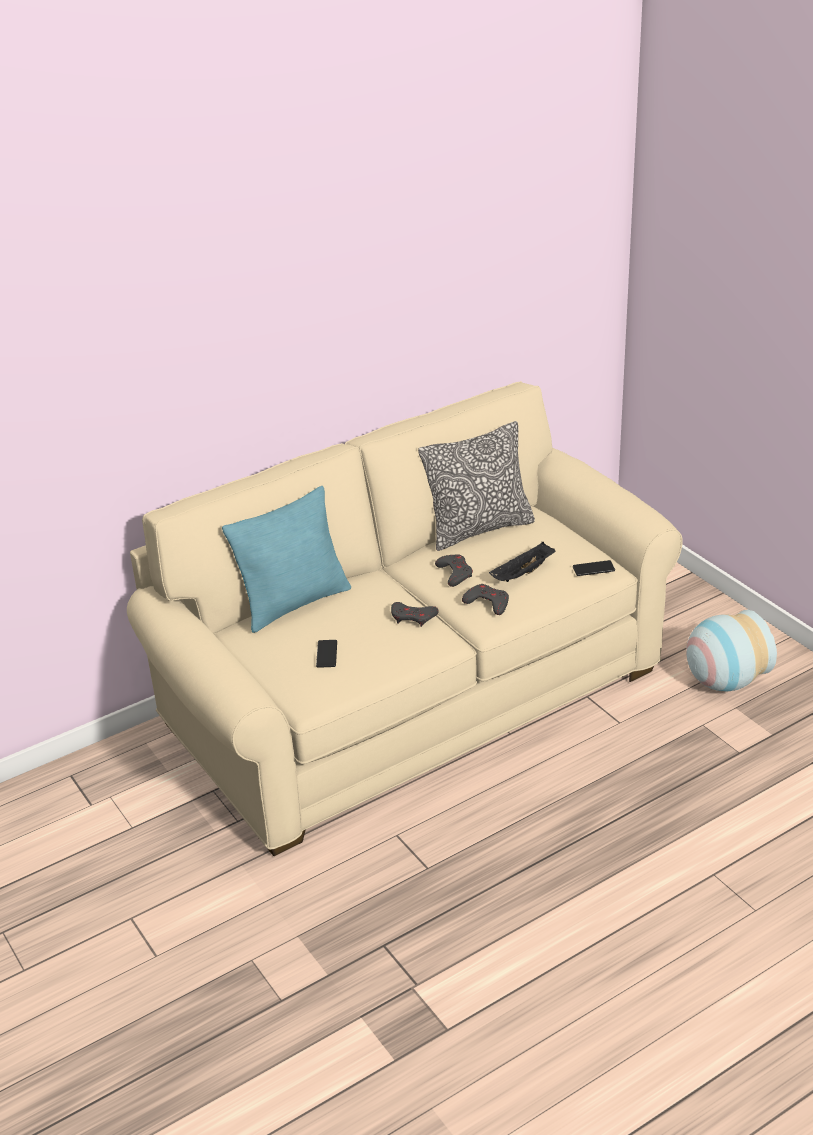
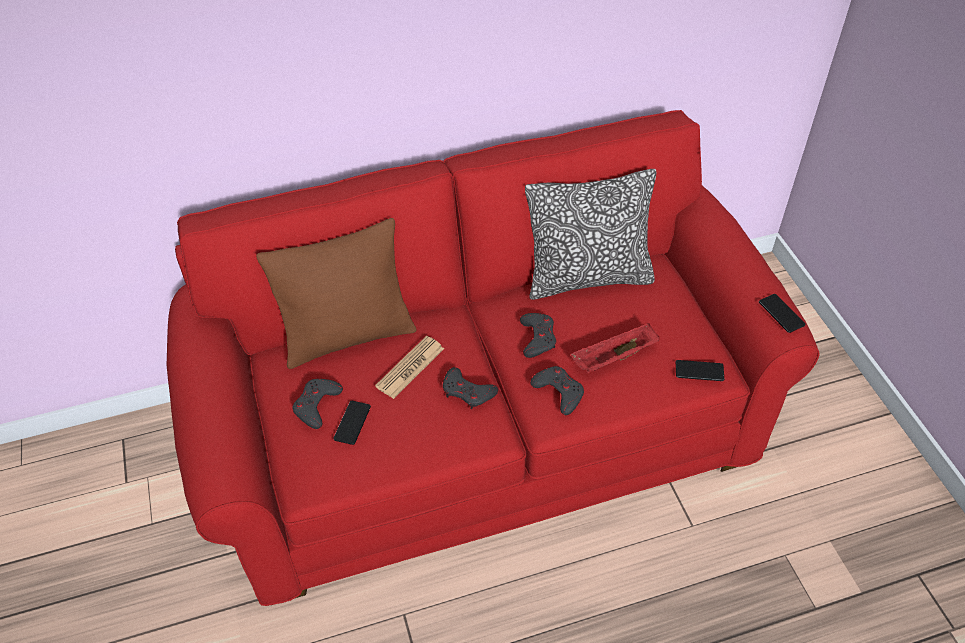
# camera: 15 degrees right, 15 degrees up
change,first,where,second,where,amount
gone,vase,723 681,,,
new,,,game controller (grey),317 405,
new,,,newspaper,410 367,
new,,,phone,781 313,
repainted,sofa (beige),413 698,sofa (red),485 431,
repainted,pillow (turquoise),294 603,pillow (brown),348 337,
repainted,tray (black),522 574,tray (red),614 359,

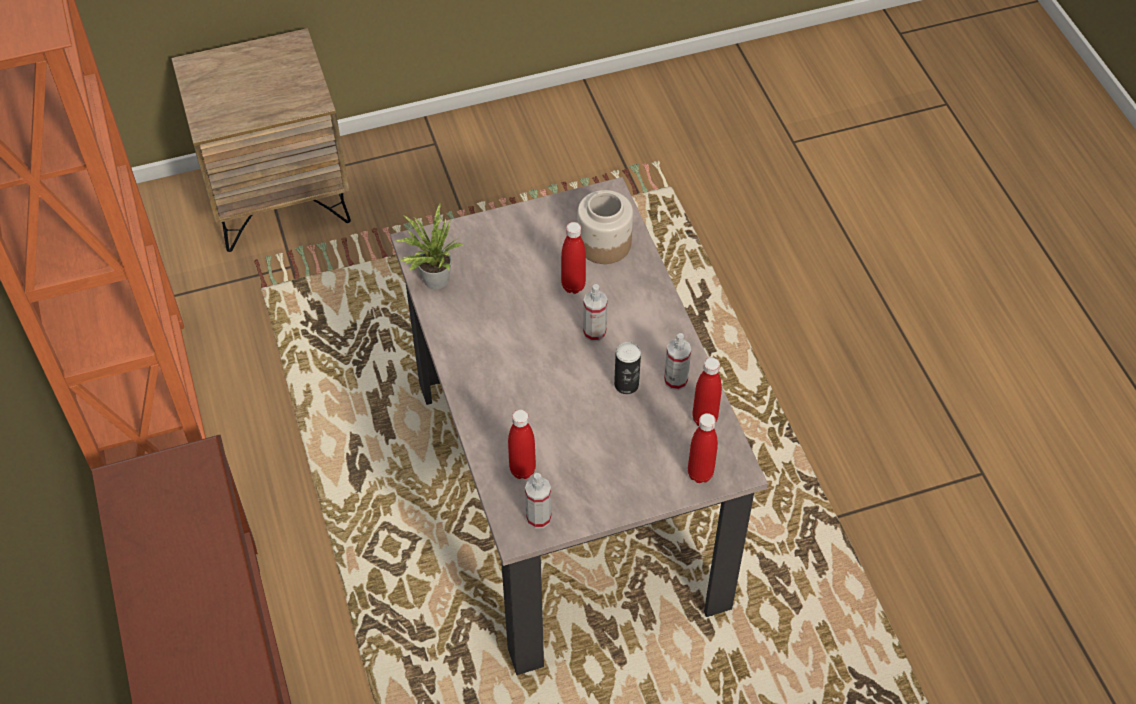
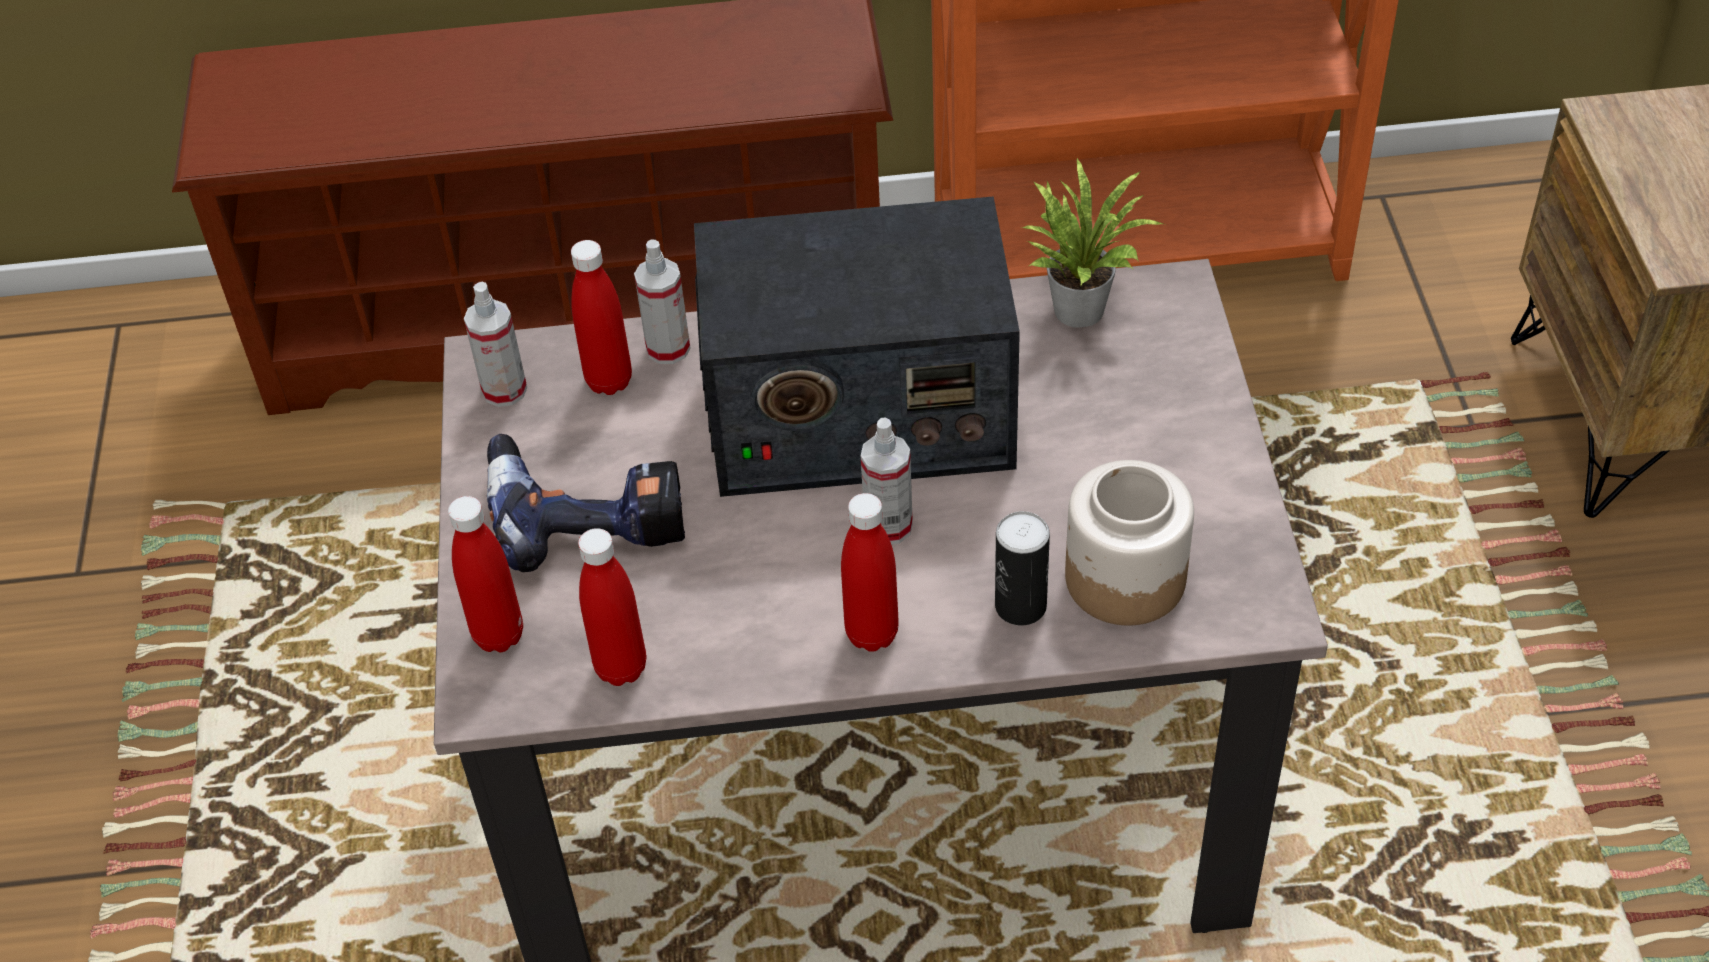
# camera: 105 degrees right, 5 degrees down
change,first,where,second,where,amount
new,,,power drill,587 511,
new,,,radio,857 414,
shifted,bottle (red),573 286,,872 634,
shifted,can,626 384,,1020 606,
shifted,spray bottle,675 380,,668 348,

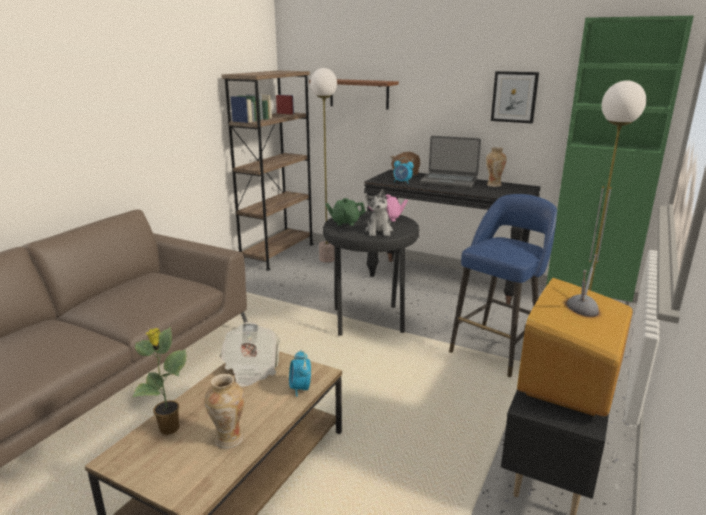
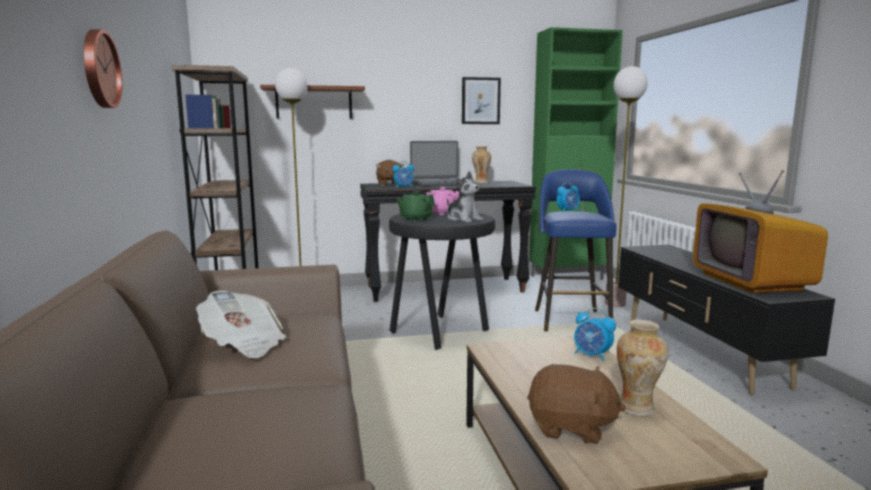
# camera: 40 degrees left, 10 degrees down
change,first,where,second,where,amount
new,,,wall clock,99 69,
new,,,alarm clock,568 211,
shifted,newspaper,251 368,,243 344,
swapped,potted plant,169 429,plush toy (brown),571 428,

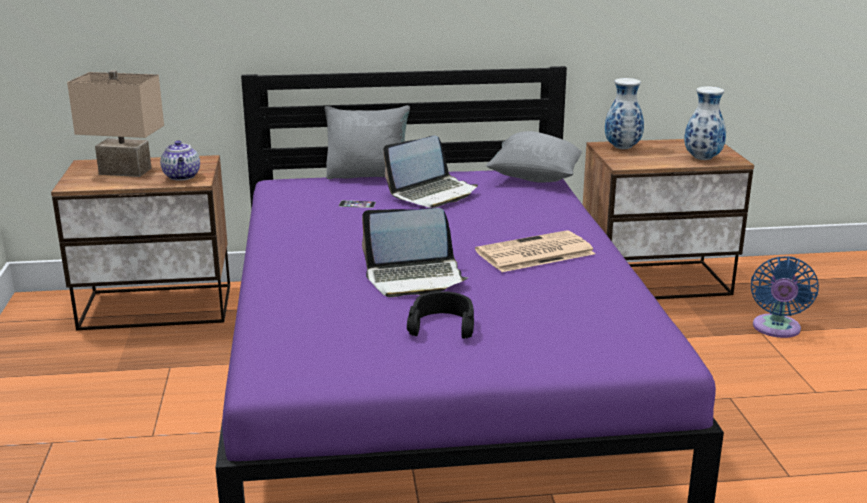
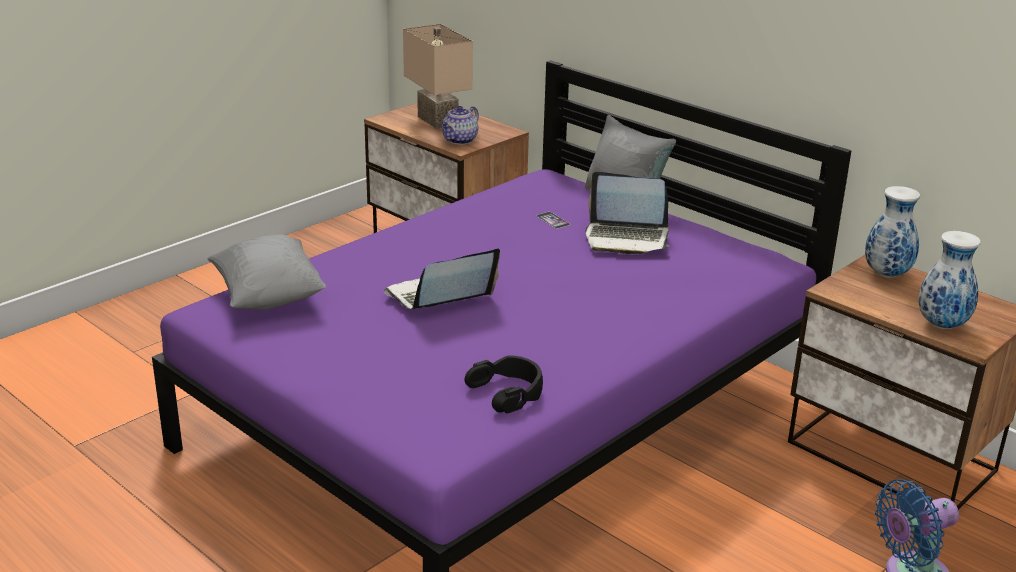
# camera: 50 degrees right, 5 degrees up
change,first,where,second,where,amount
gone,newspaper,534 253,,,
shifted,headphones (black),442 325,,508 392,
shifted,pillow (grey),534 178,,268 296,
rotated,laptop,415 278,,439 298,105 degrees clockwise

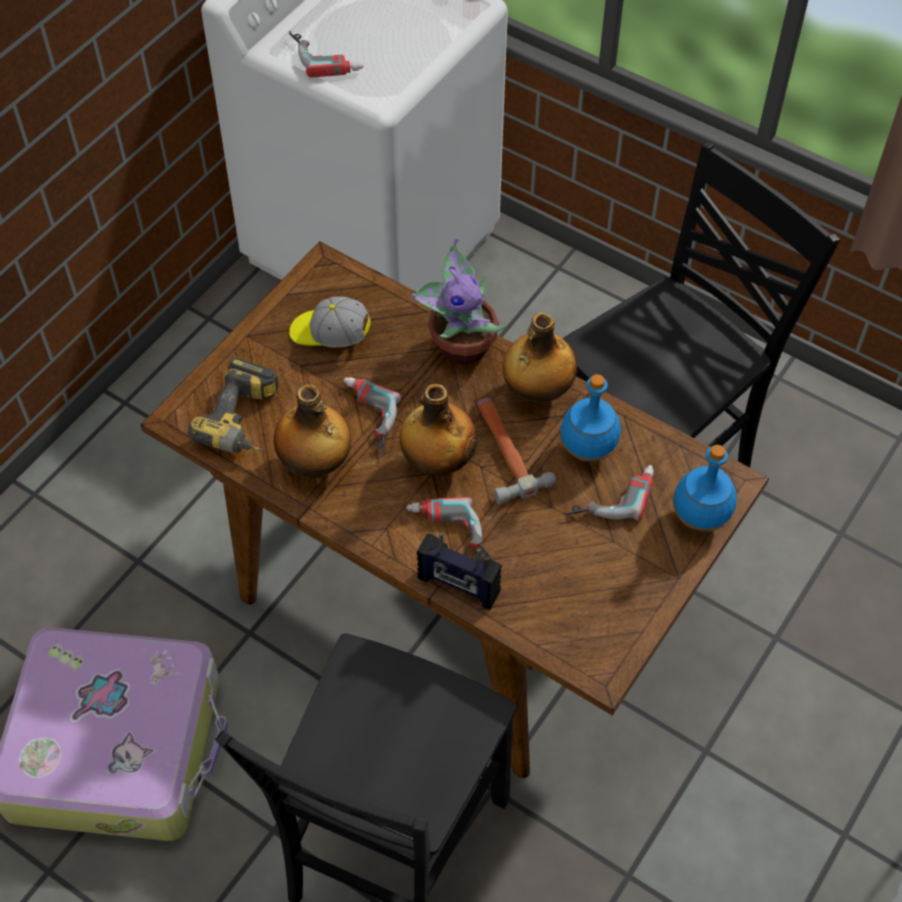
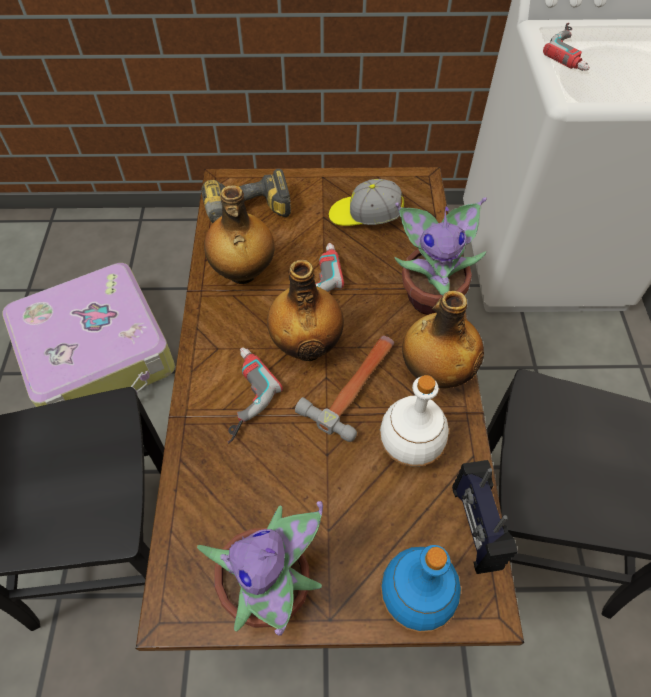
# camera: 55 degrees right, 0 degrees up
change,first,where,second,where,amount
gone,power drill,609 494,,,
new,,,potted plant,270 590,
shifted,radio,458 586,,474 527,
repainted,bottle (blue),587 451,bottle (white),408 448,
rotated,cap,330 334,,365 216,60 degrees counterclockwise

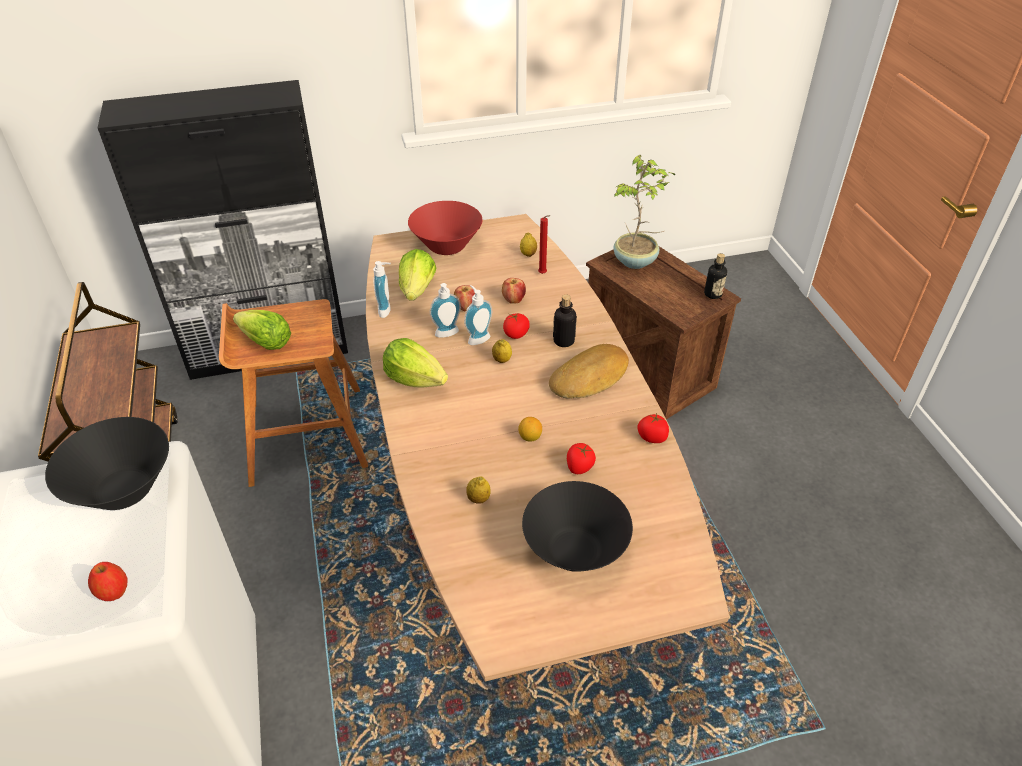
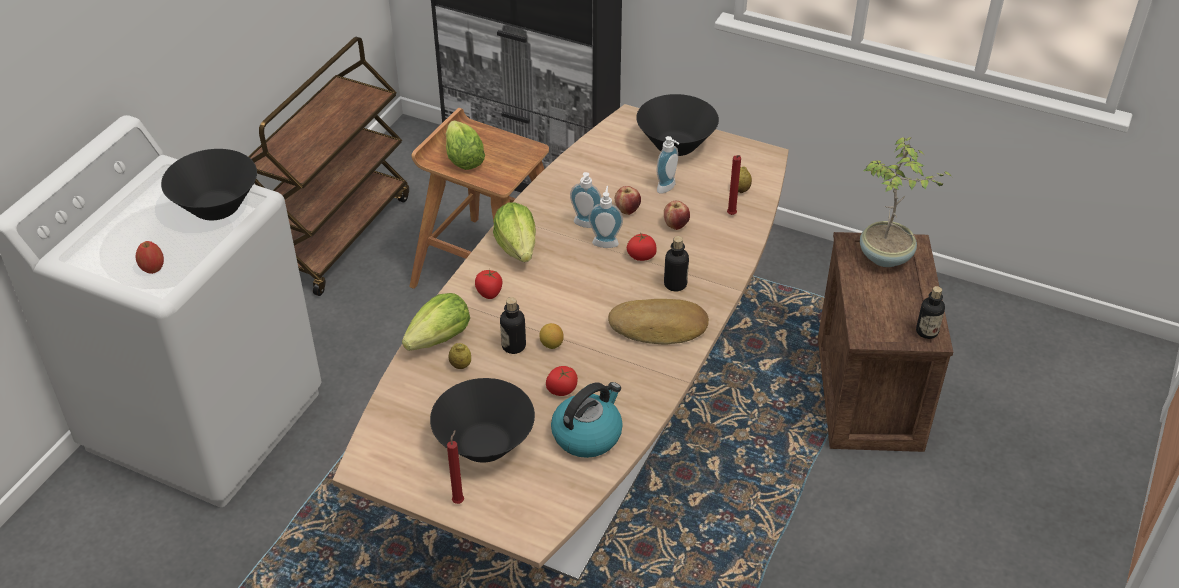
# camera: 40 degrees right, 0 degrees up
change,first,where,second,where,amount
gone,lemon,502 360,,,
new,,,candle (red),459 500,
new,,,bottle,513 346,
new,,,kettle,587 434,
shifted,soap dispenser,387 310,,668 188,
shifted,lettuce,417 290,,440 339,
shifted,tomato,652 437,,489 293,
repainted,bowl (red),446 246,bowl (black),675 145,

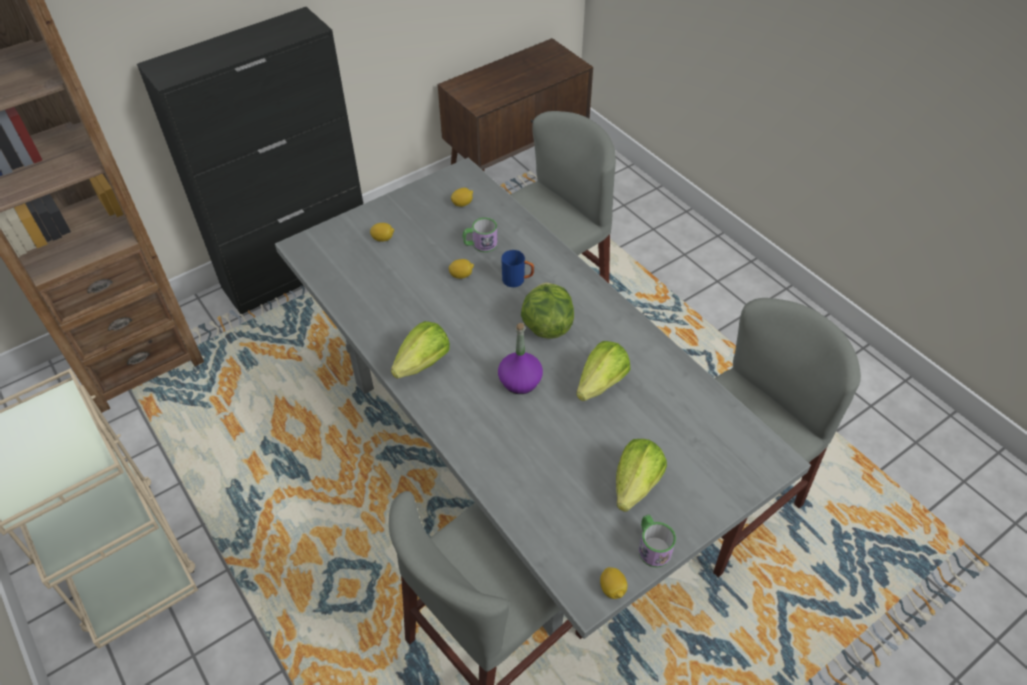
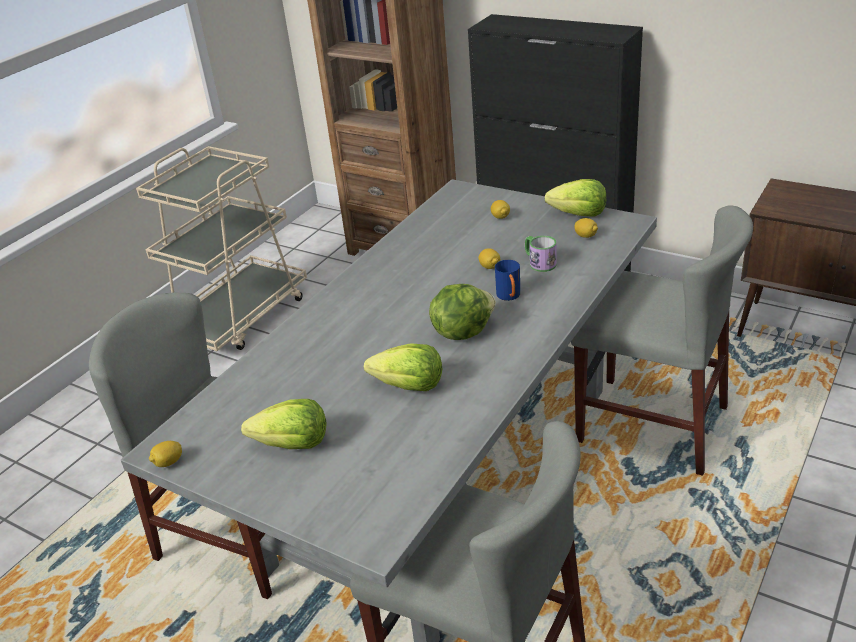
# camera: 70 degrees right, 15 degrees down
change,first,where,second,where,amount
gone,bottle (purple),520 381,,,
gone,mug,652 546,,,
shifted,lettuce,423 363,,578 214,

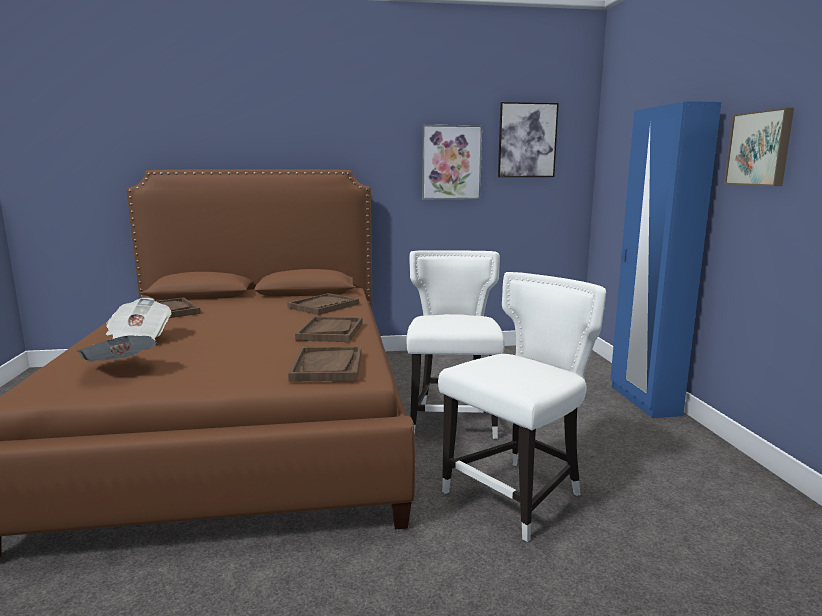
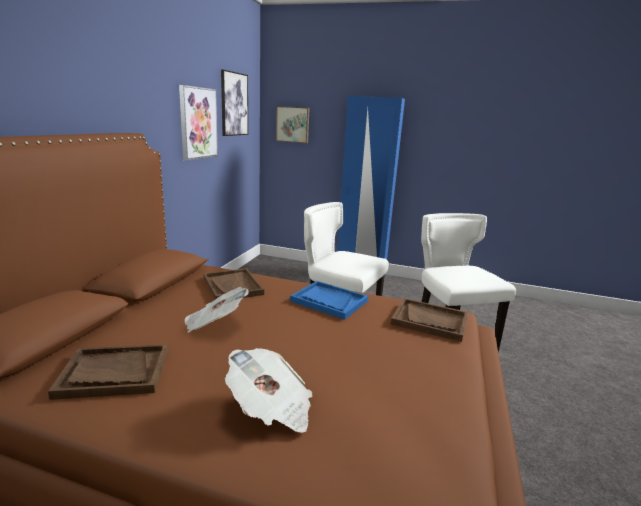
# camera: 65 degrees left, 5 degrees up
change,first,where,second,where,amount
shifted,newspaper,121 368,,214 324,
shifted,picture,760 148,,293 124,
repainted,tray (brown),330 331,tray (blue),329 301,

